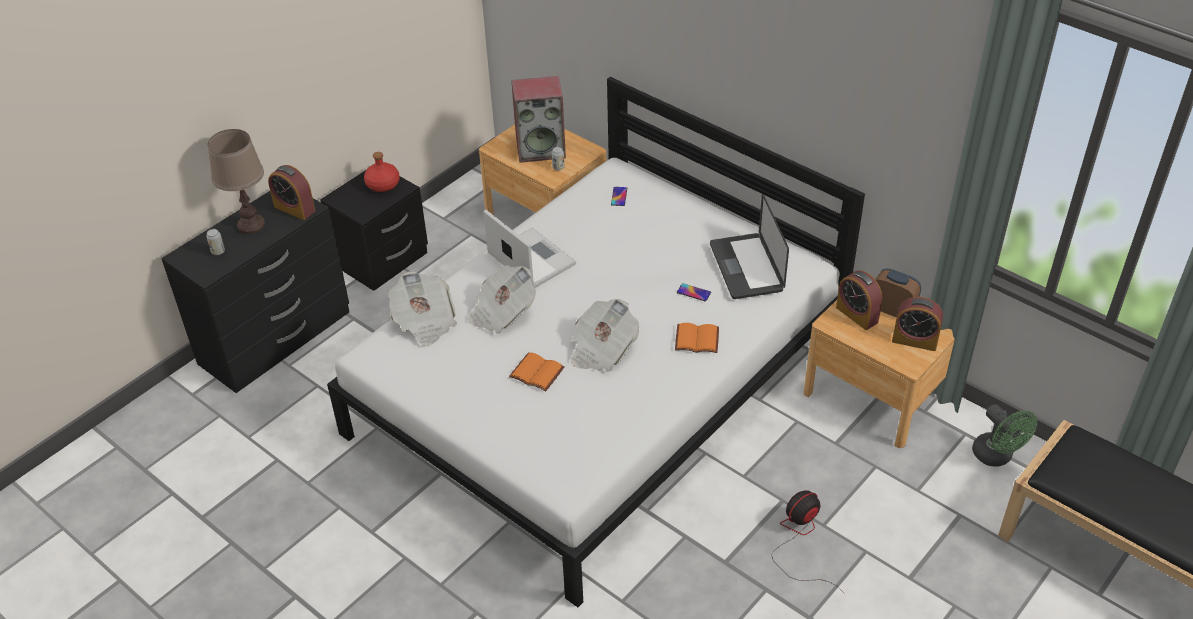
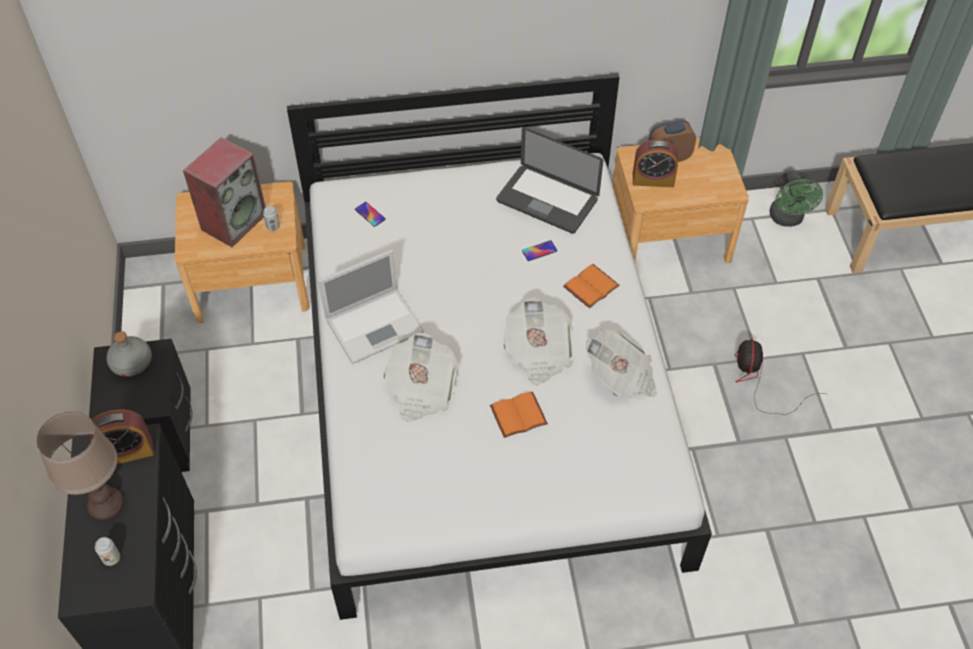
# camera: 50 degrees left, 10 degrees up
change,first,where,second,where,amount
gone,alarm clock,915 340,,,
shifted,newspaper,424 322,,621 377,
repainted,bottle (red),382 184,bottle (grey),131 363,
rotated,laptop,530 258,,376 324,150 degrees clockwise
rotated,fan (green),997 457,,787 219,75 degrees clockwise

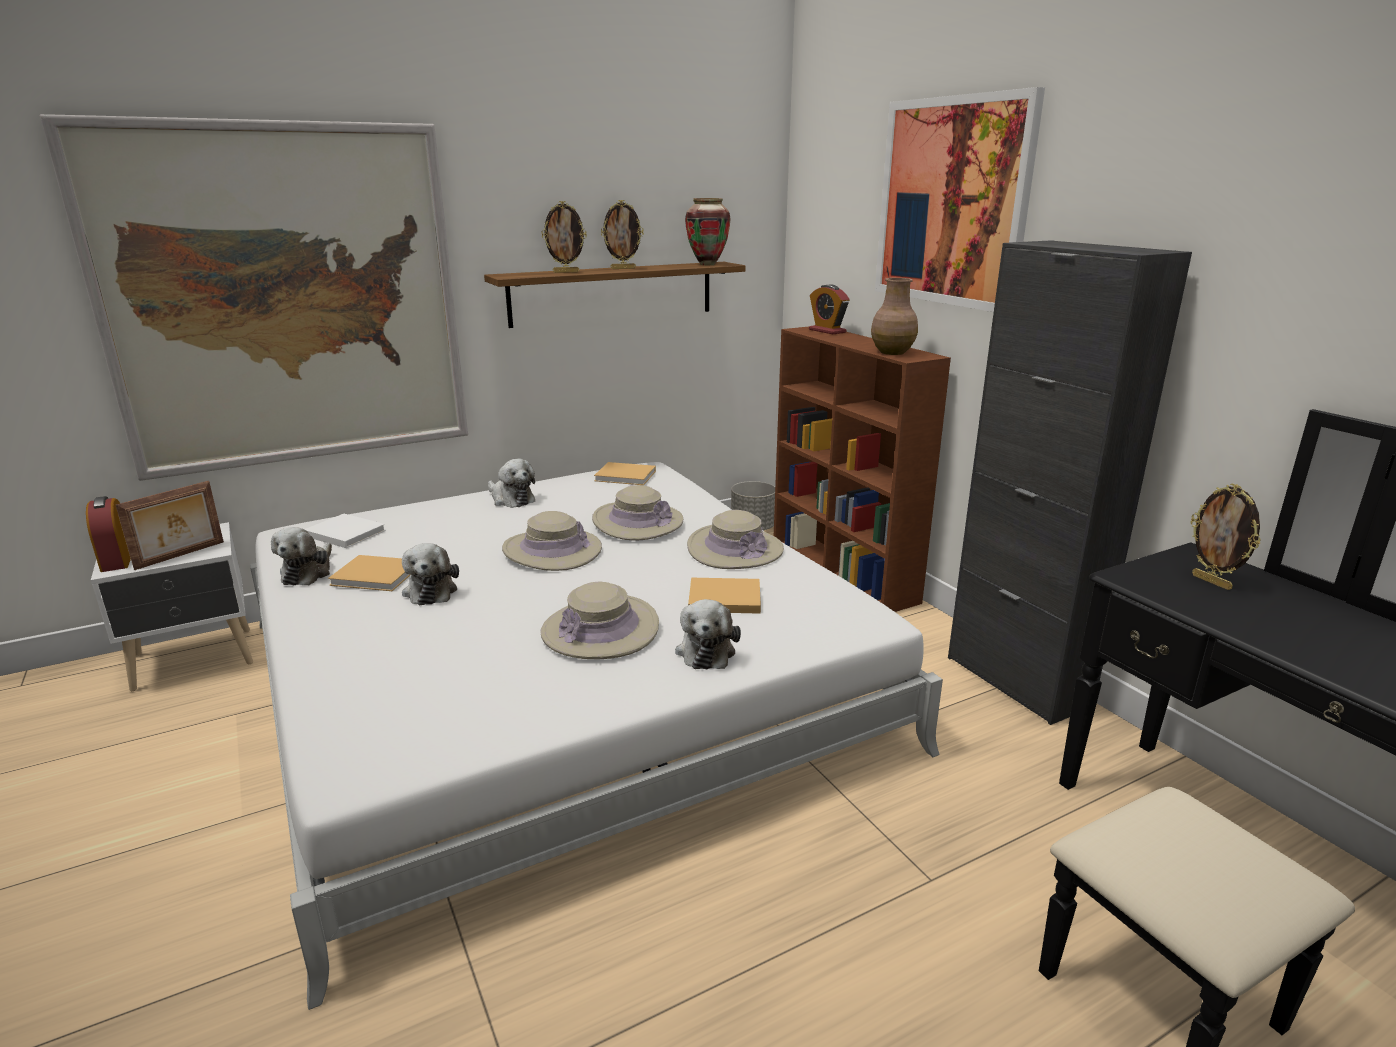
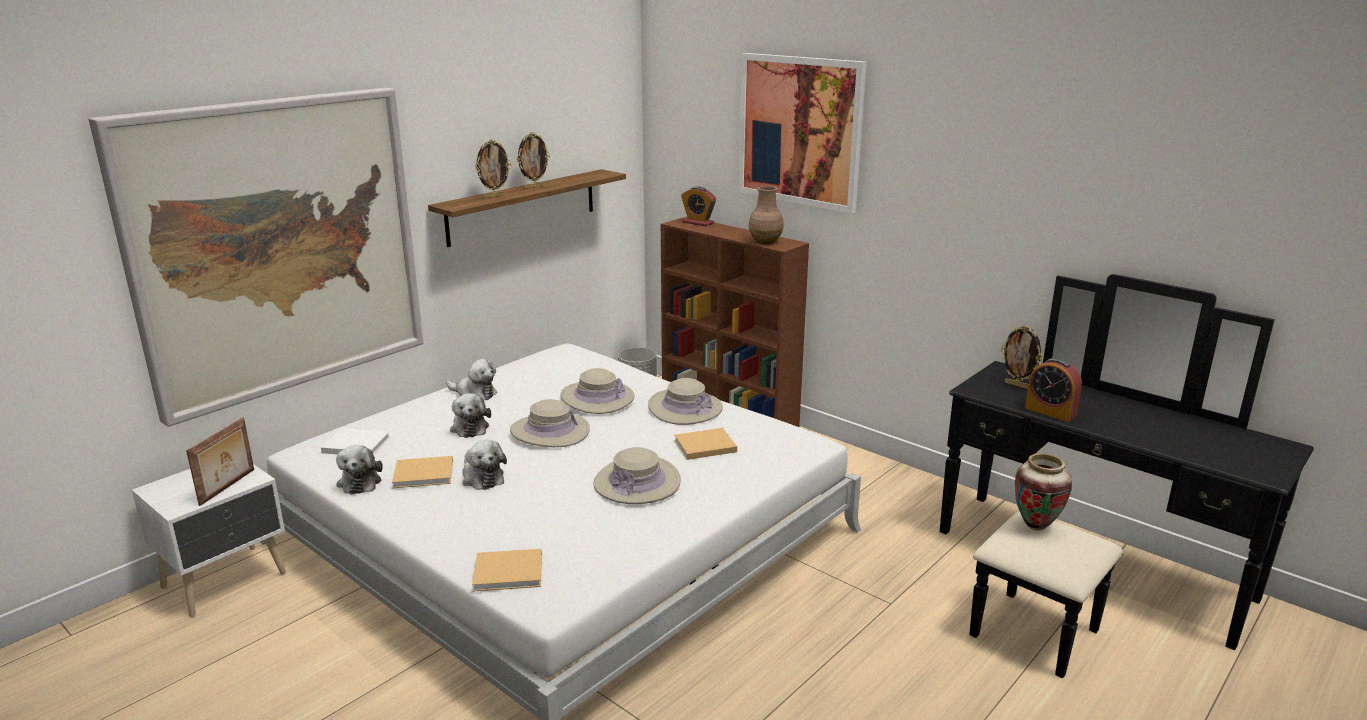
# camera: 20 degrees left, 0 degrees up
change,first,where,second,where,amount
gone,cabinet (black),1017 681,,,
shifted,alarm clock,117 559,,1050 412,
shifted,book (beige),627 476,,510 572,
shifted,plush toy,706 650,,469 427,
shifted,vase,707 264,,1035 526,

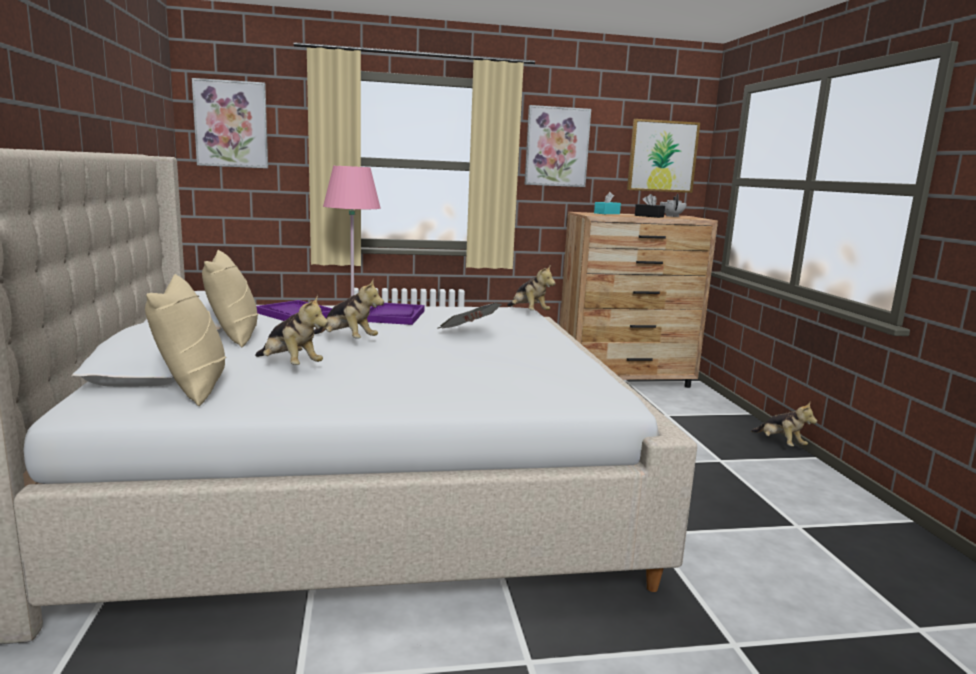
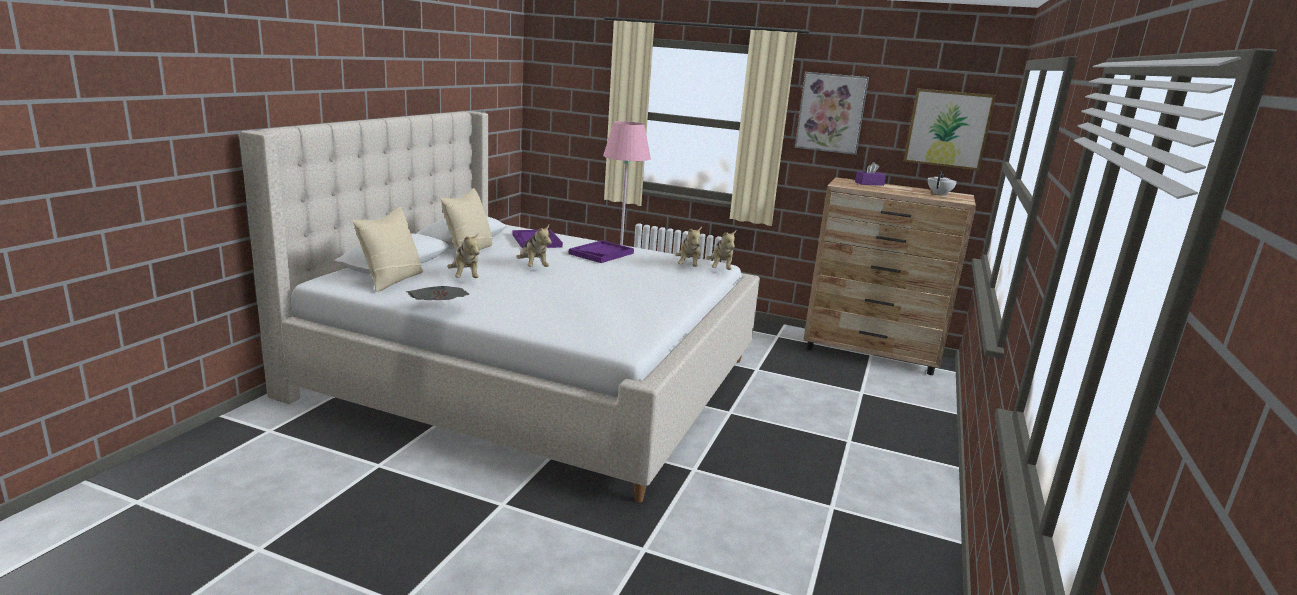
# camera: 30 degrees right, 5 degrees up
change,first,where,second,where,amount
gone,picture,231 124,,,
gone,tissue box (black),649 216,,,
shifted,newspaper,468 333,,438 309,
shifted,plush toy,780 444,,688 266,
repainted,tissue box (turquoise),607 213,tissue box (purple),869 184,

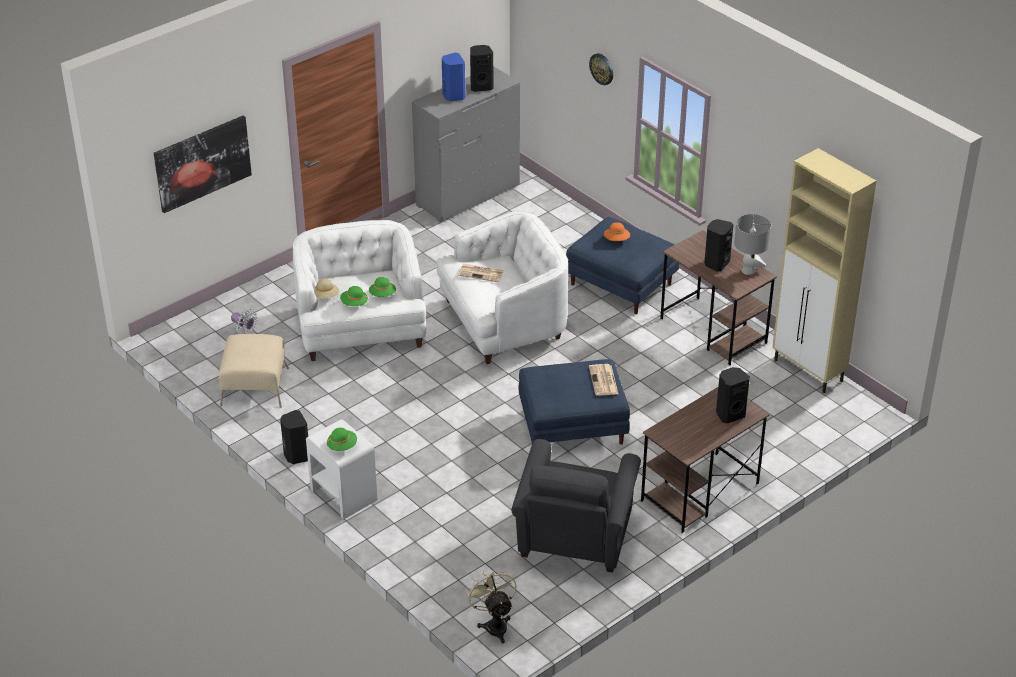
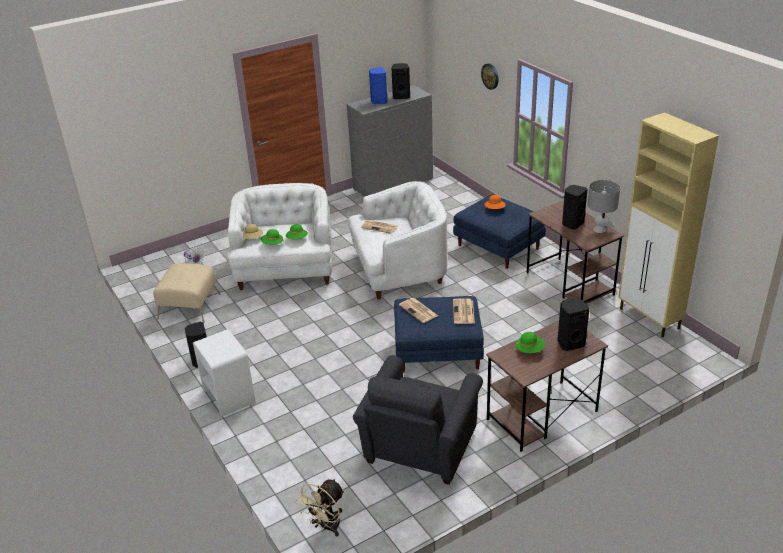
# camera: 10 degrees right, 5 degrees down
change,first,where,second,where,amount
gone,picture,202 163,,,
new,,,newspaper,419 310,
shifted,hat (green),342 446,,529 349,
rotated,fan (beige),494 624,,326 527,135 degrees counterclockwise

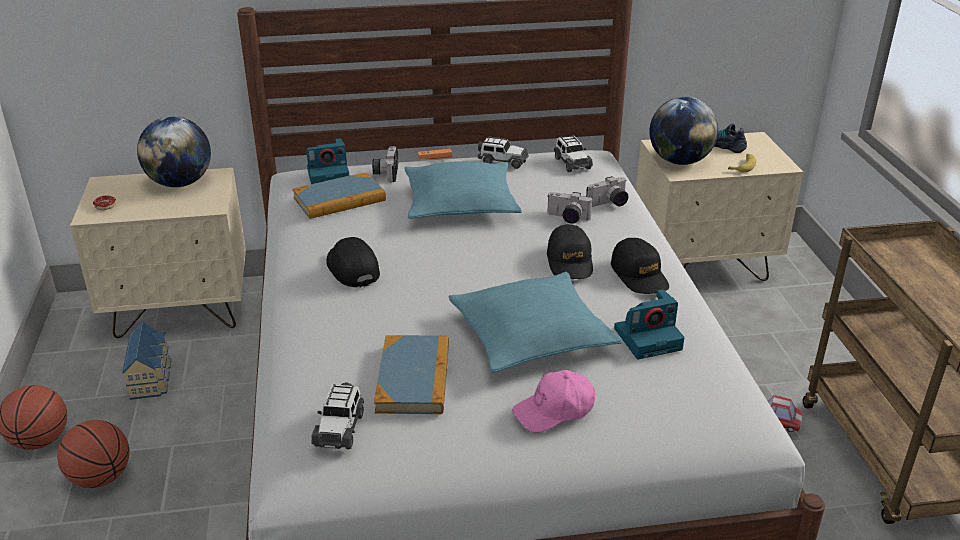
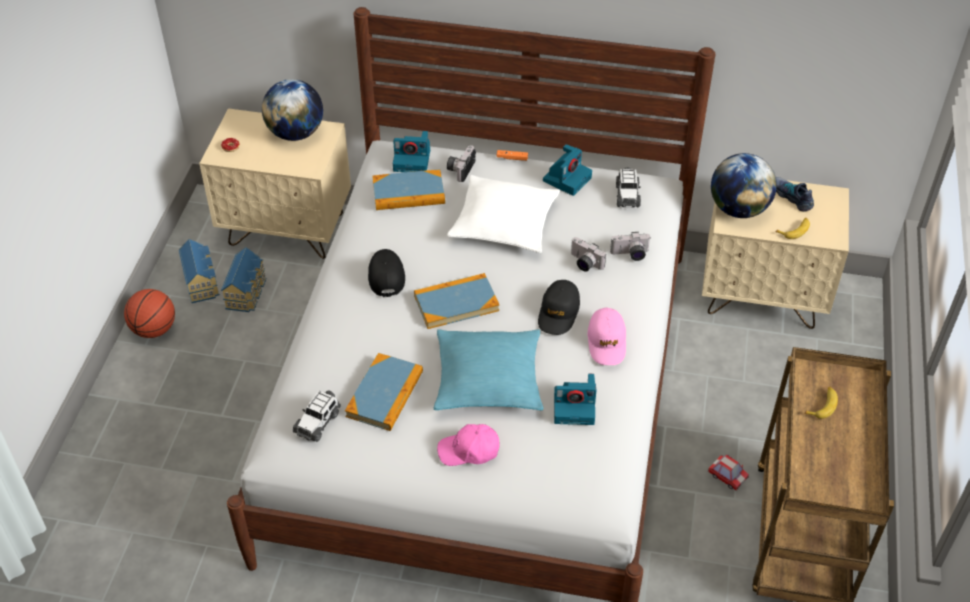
# camera: 20 degrees right, 15 degrees up
change,first,where,second,where,amount
gone,basketball,101 478,,,
new,,,toy house,202 282,
new,,,book,456 303,
new,,,banana,822 405,
swapped,toy car,502 161,photo camera,567 178,
repainted,pillow (turquoise),460 204,pillow (white),504 223,
repainted,cap (black),639 275,cap (pink),607 342,

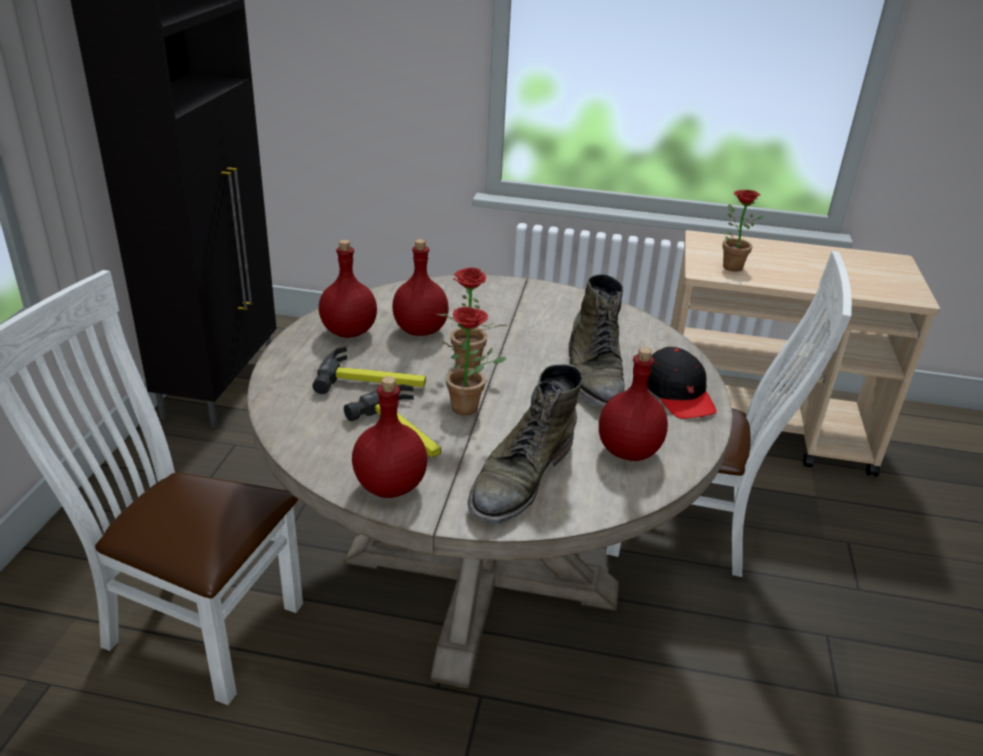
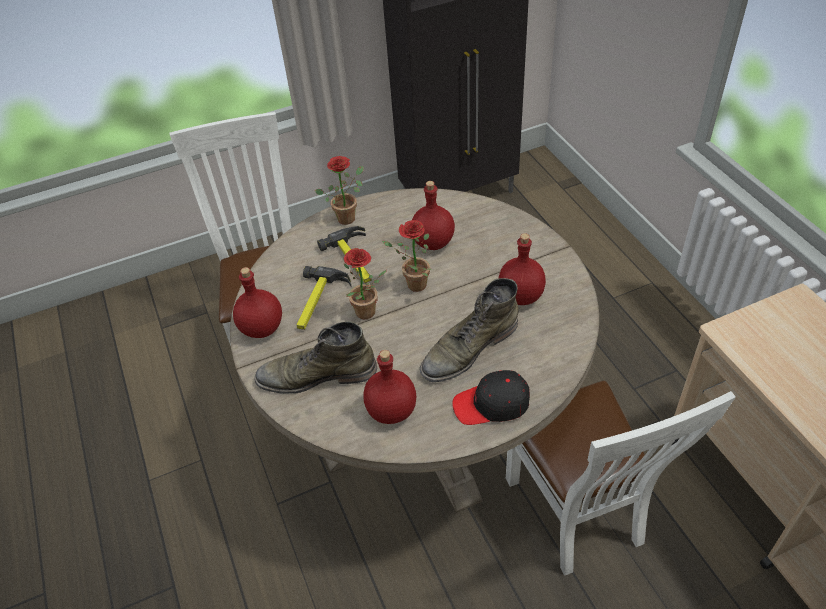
# camera: 60 degrees right, 15 degrees up
change,first,where,second,where,amount
shifted,bottle (red),348 331,,521 295,
shifted,potted plant,729 265,,348 216,
rotated,cap (black),678 394,,491 404,45 degrees clockwise

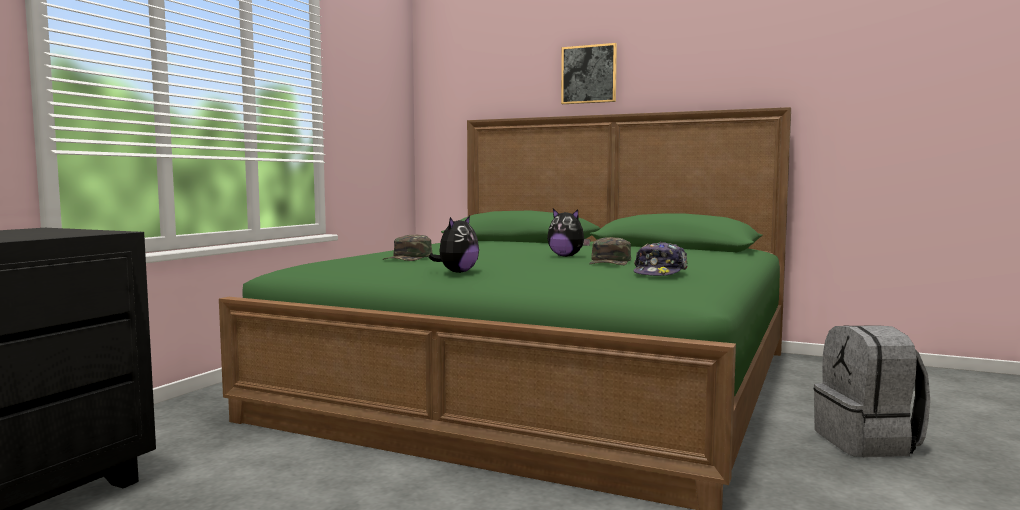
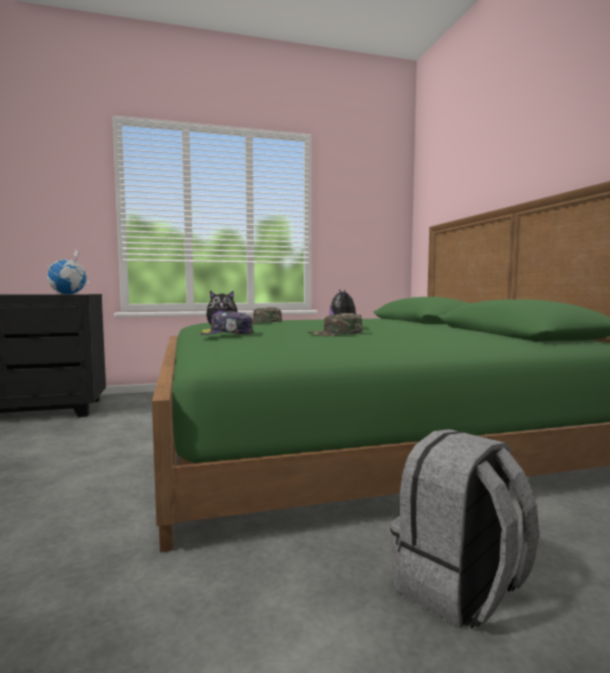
# camera: 50 degrees right, 0 degrees up
change,first,where,second,where,amount
gone,picture,589 74,,,
new,,,globe,68 294,
shifted,cap,660 273,,227 335,

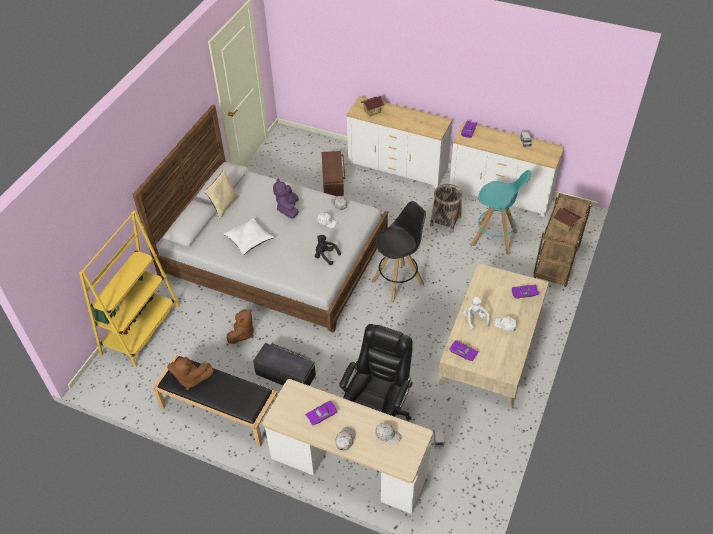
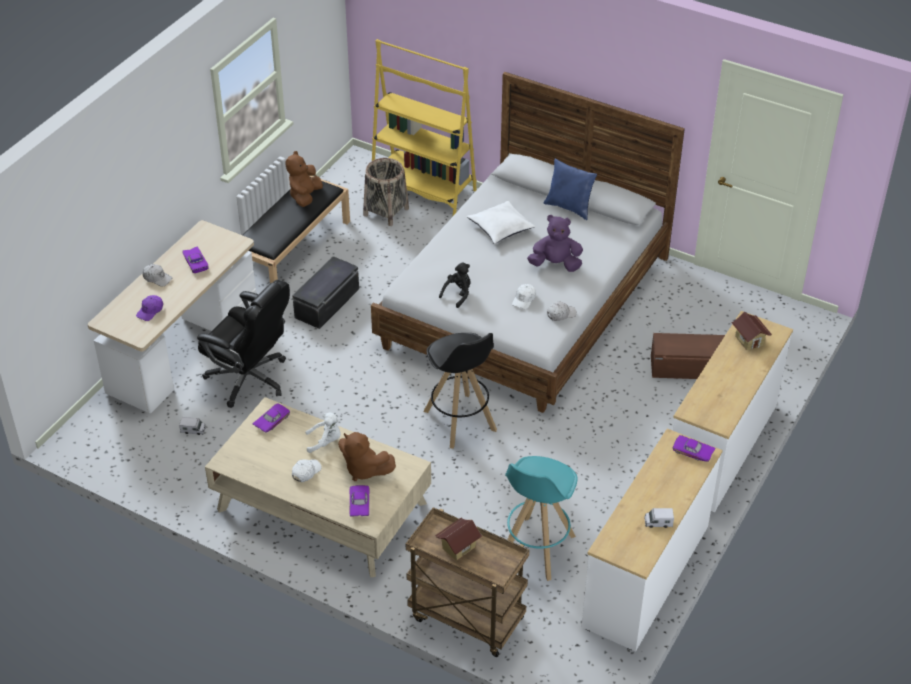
# camera: 95 degrees right, 5 degrees down
change,first,where,second,where,amount
shifted,plush toy (brown),242 333,,364 469,
shifted,basket,445 221,,386 212,
repainted,pillow (beige),224 206,pillow (blue),569 207,
repainted,cap (white),387 435,cap (purple),150 311,

